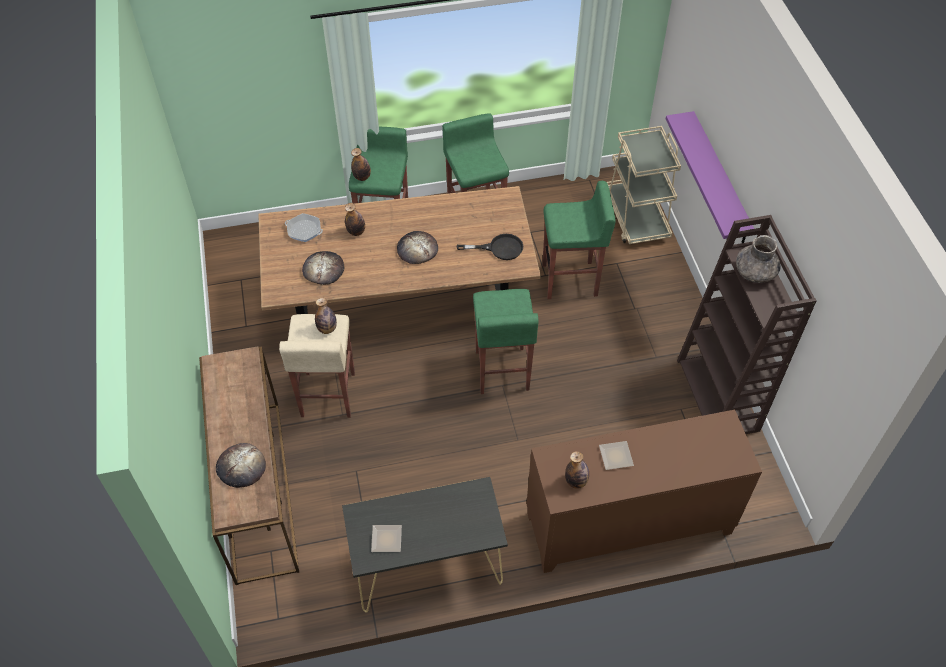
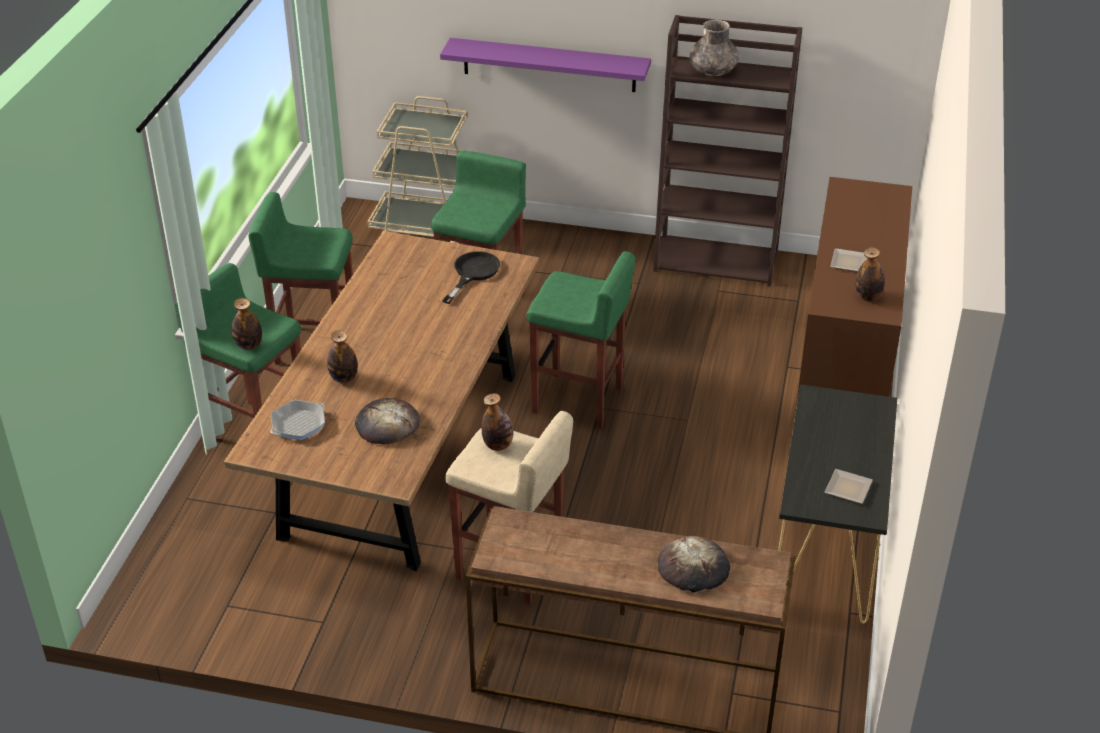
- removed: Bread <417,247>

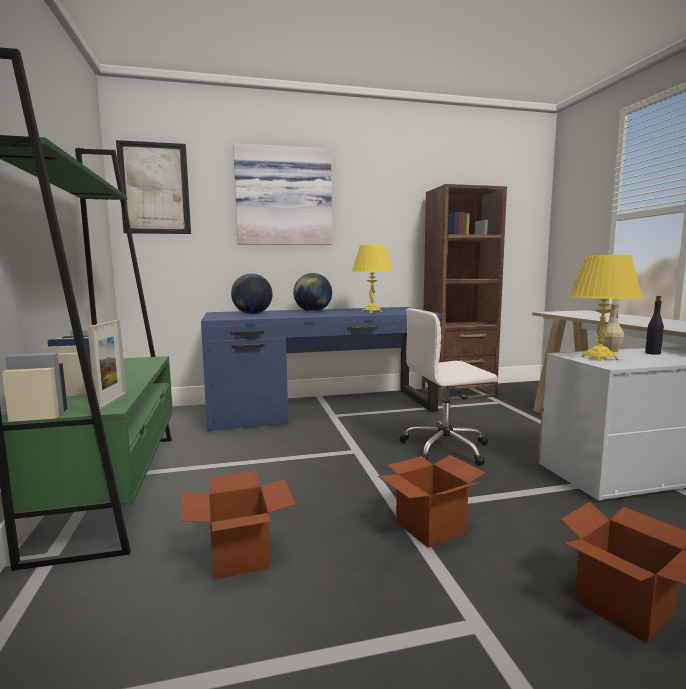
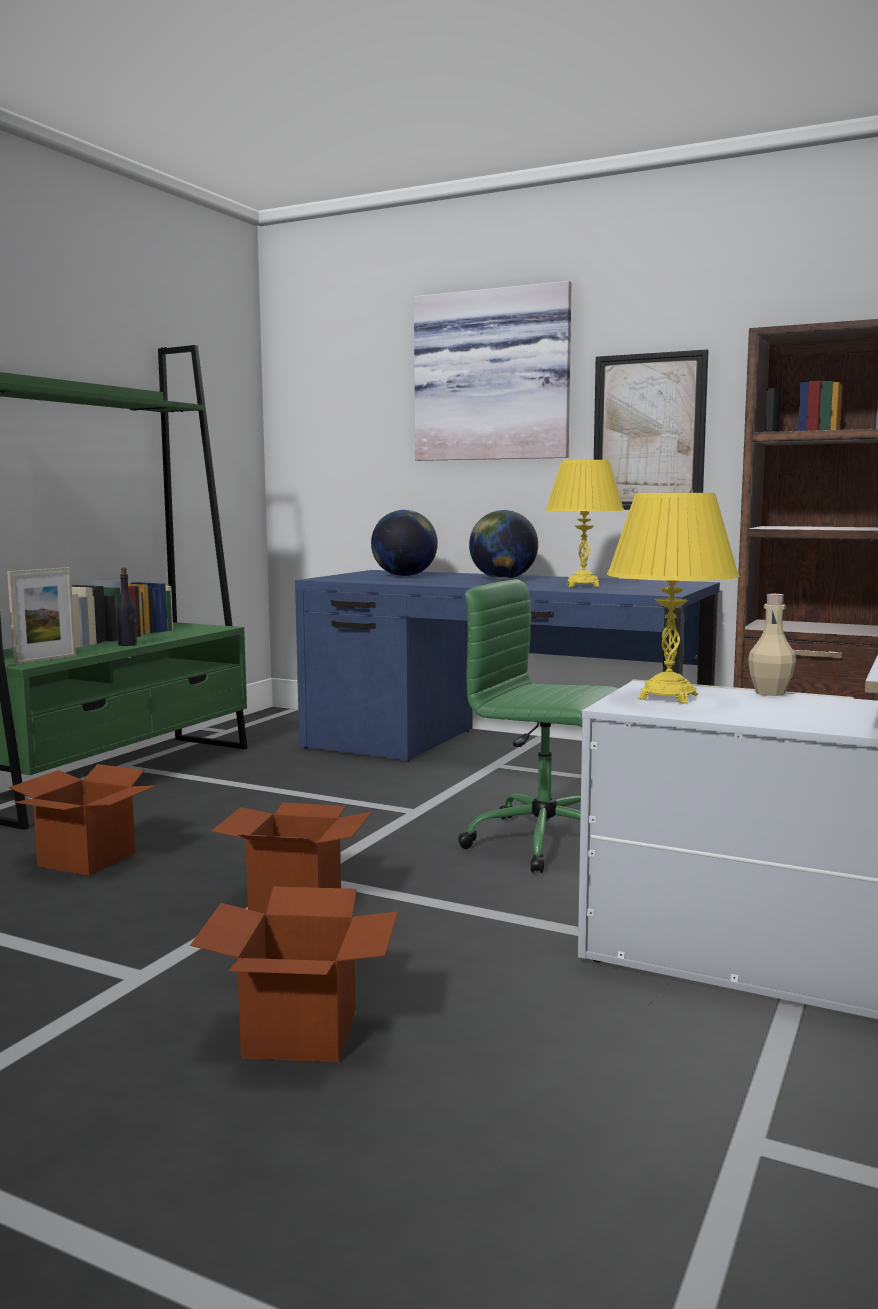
- moved: Picture <153,187> to <651,429>
- moved: BlackBottle <654,325> to <127,606>
- recoloured: WhiteOfficeChair <448,387> to GreenOfficeChair <538,726>

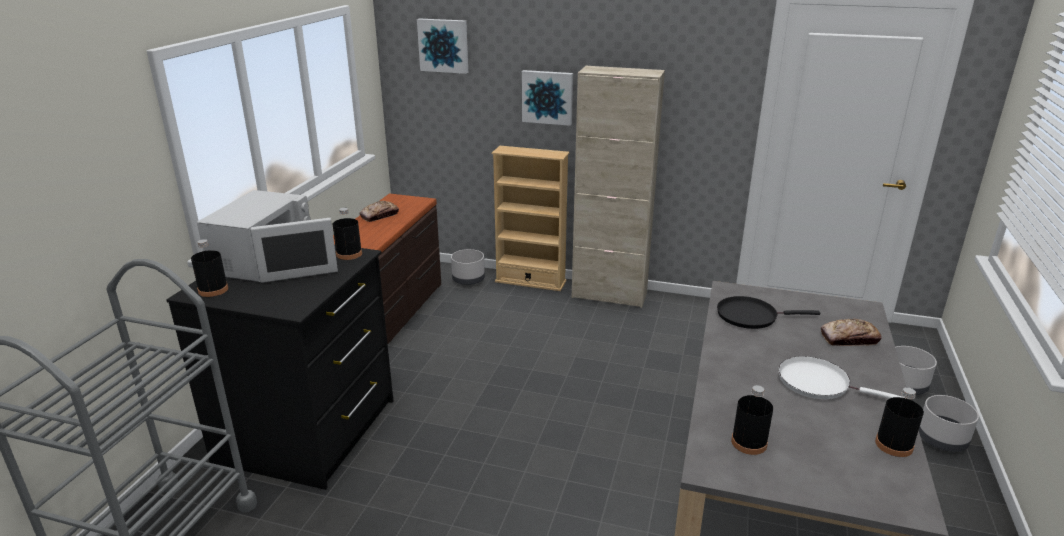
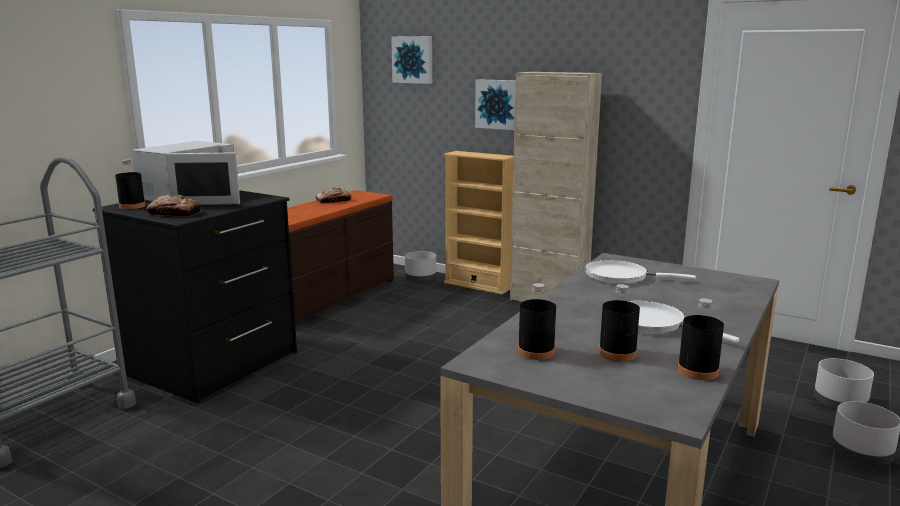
- moved: BlackBottle <347,234> to <619,322>
- recoloured: BlackFryingPan <768,312> to WhiteFryingPan <640,272>
- moved: Bread <851,332> to <174,206>

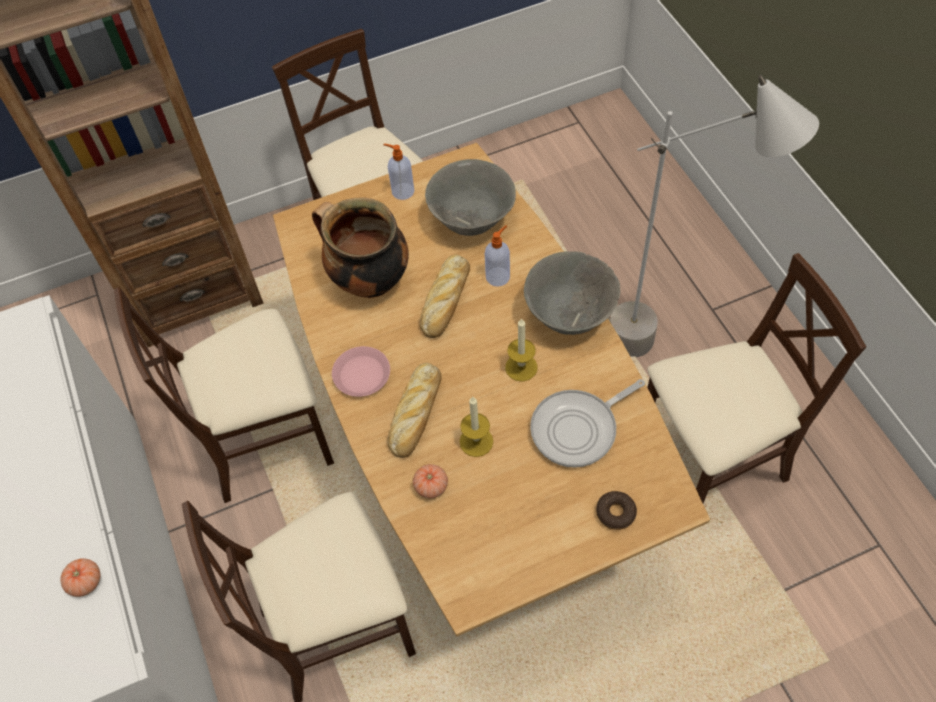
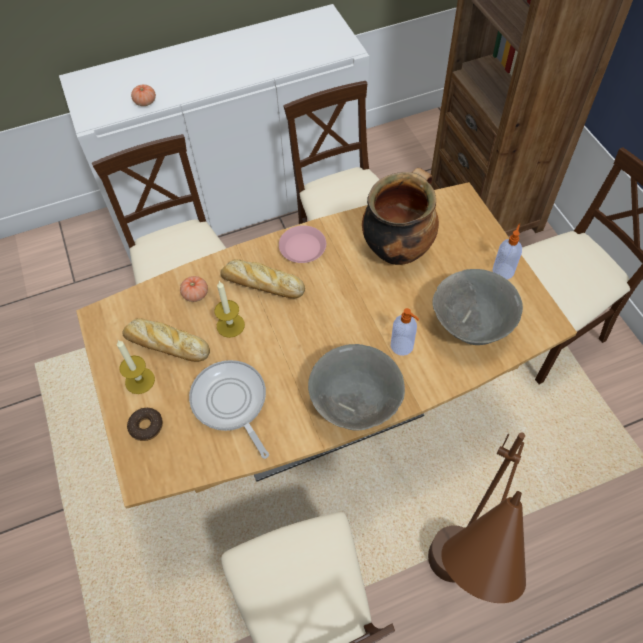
- recoloured: GreyFloorLamp <714,216> to BrownFloorLamp <477,517>
- moved: Bread <445,296> to <166,340>
- moved: Candle <521,350> to <136,367>

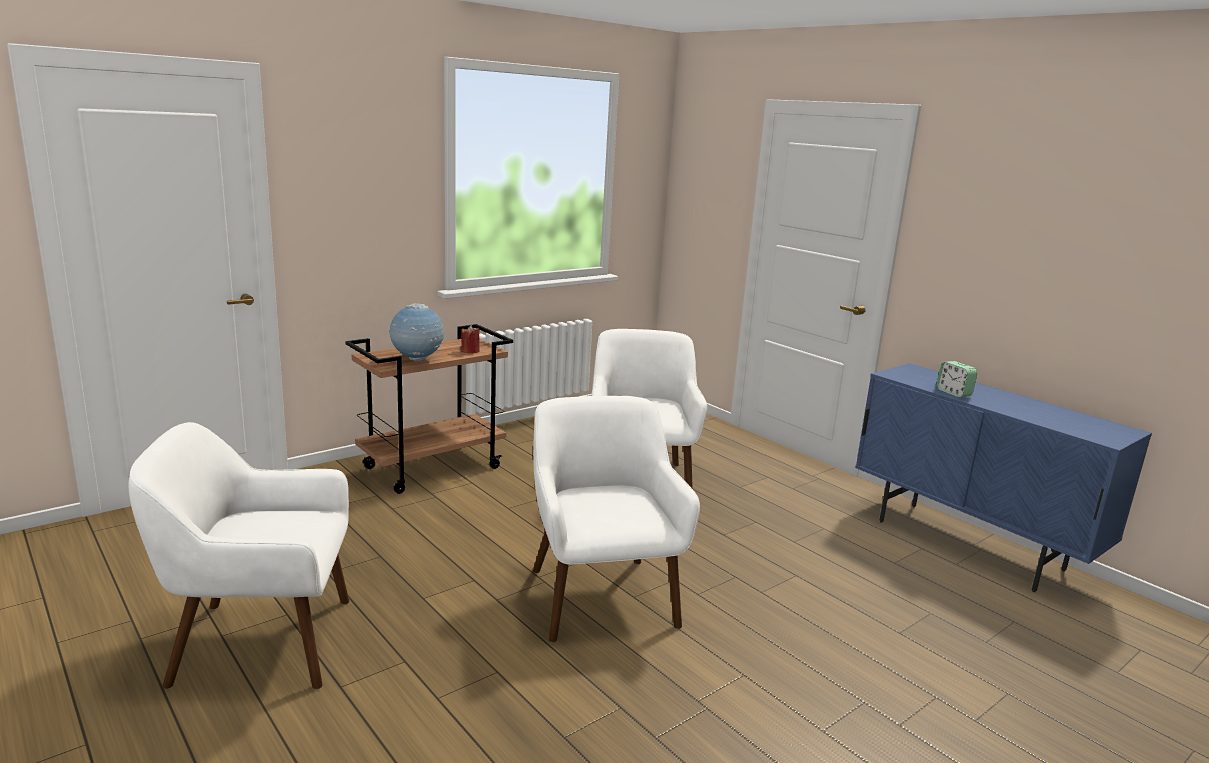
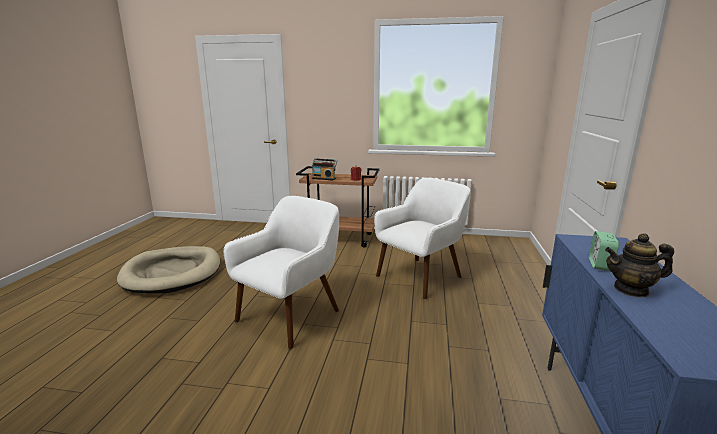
- replaced: Globe <416,332> to Radio <324,169>
- replaced: WhiteArmchair <238,555> to BeigeDogBed <168,269>
- added: Teapot <639,265>

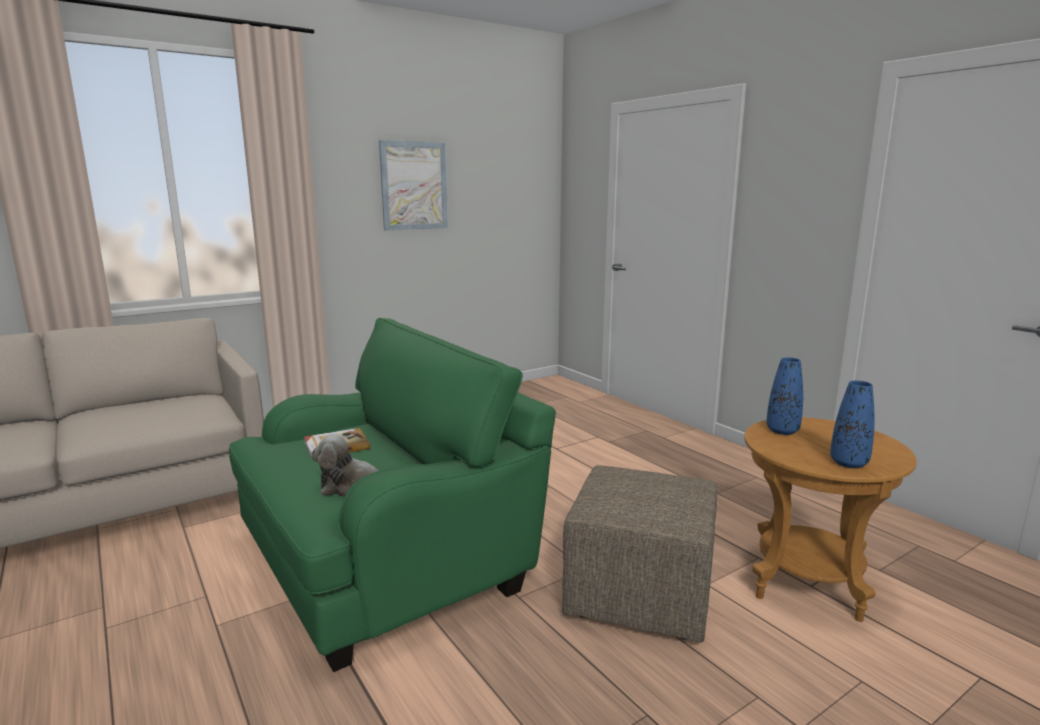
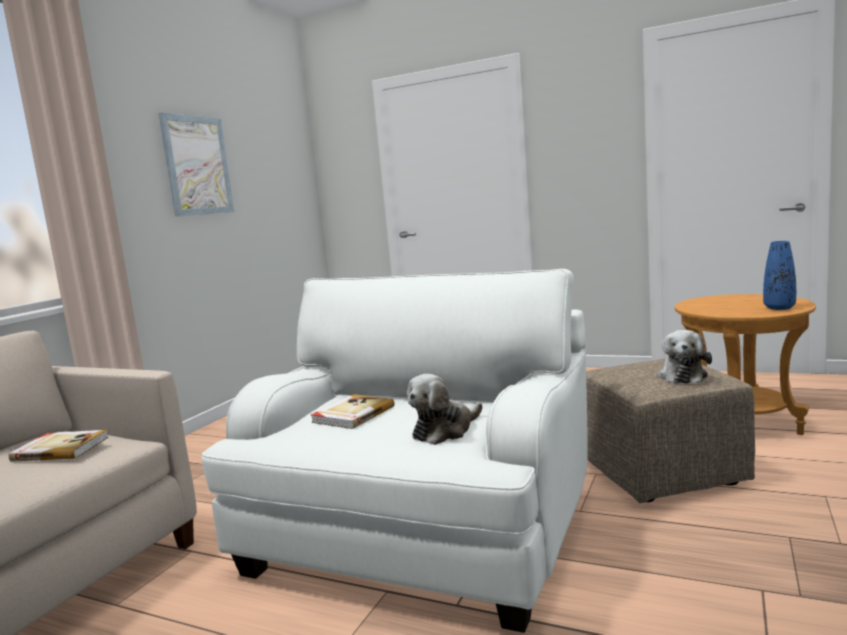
- recoloured: GreenArmchair <392,495> to WhiteArmchair <395,451>
- removed: BlueVase <784,396>
- added: PlushToy <685,357>
- added: Book <58,446>

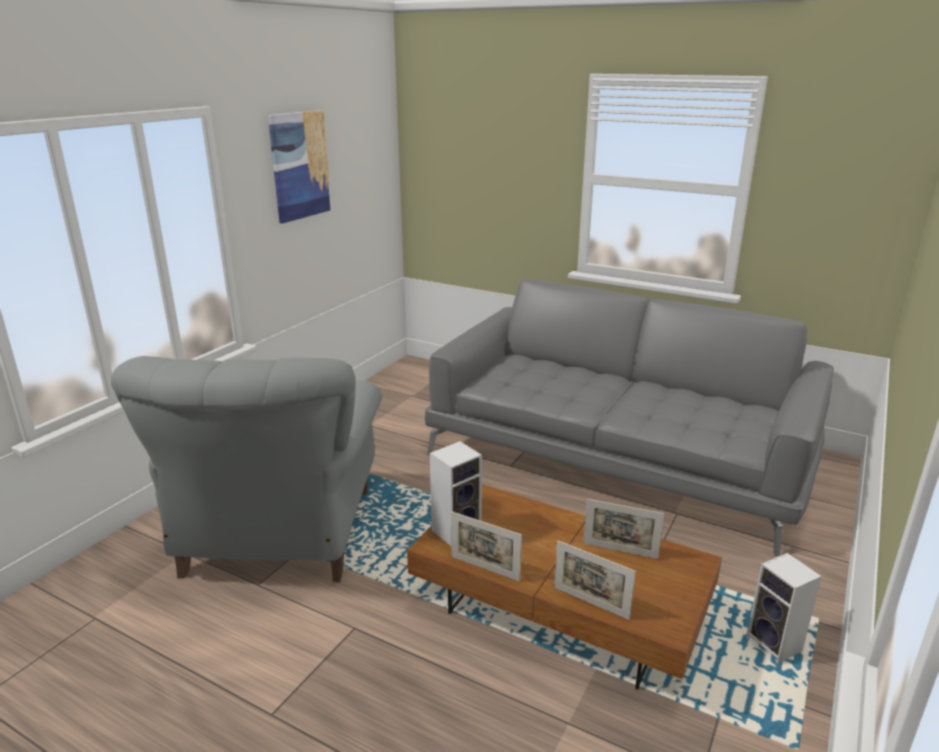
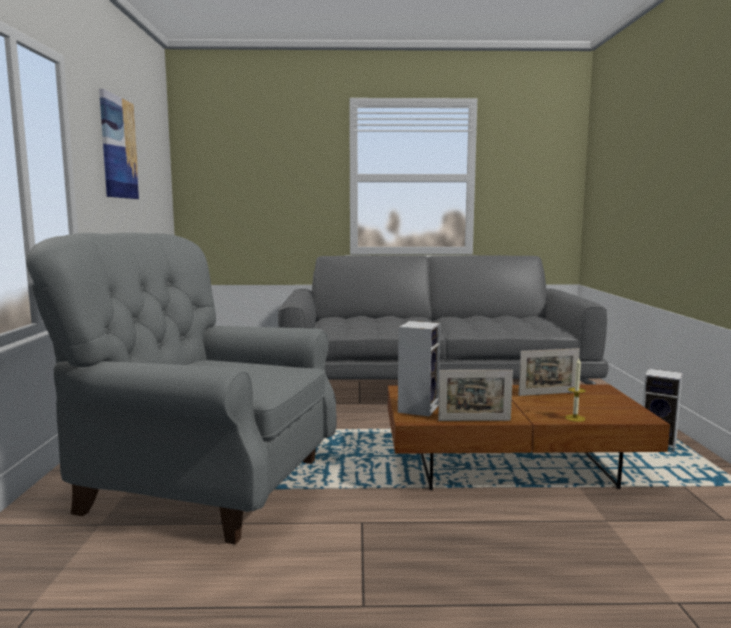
- turned: GreyArmchair <246,469> = <181,388> 135 degrees clockwise
- replaced: PictureFrame <595,580> to Candle <575,390>

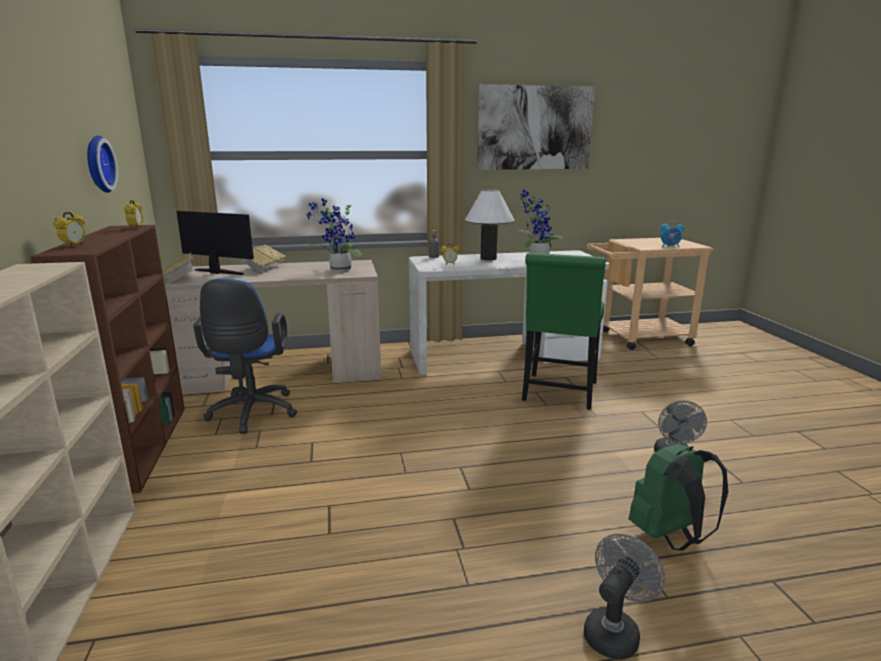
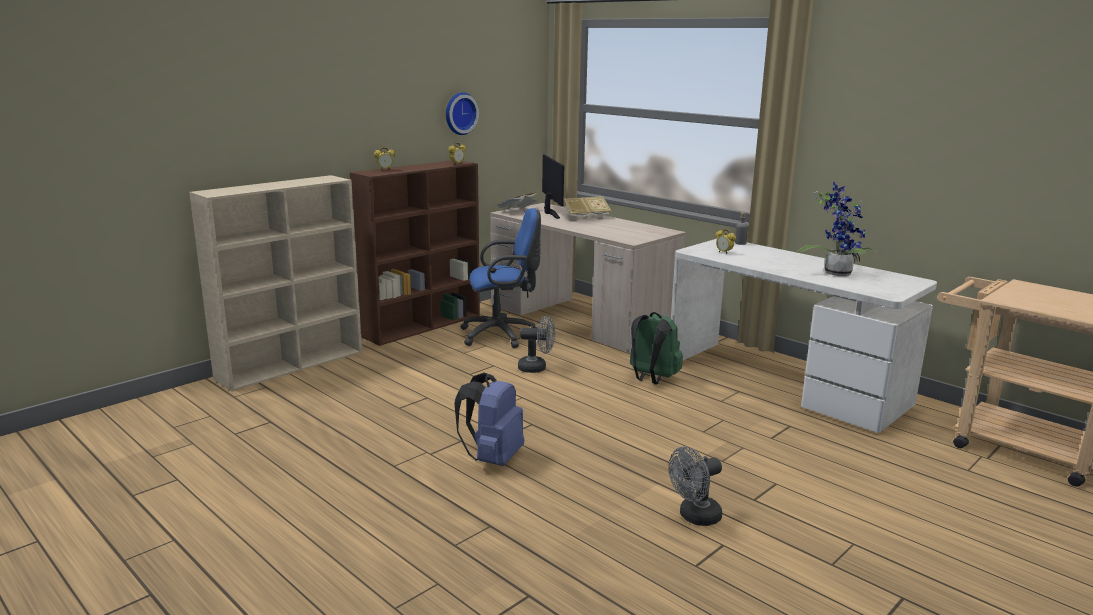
- removed: Picture <536,127>
- removed: WhiteTableLamp <490,224>
- removed: PottedPlant <334,234>
- removed: AlarmClock <672,234>
- removed: GreenChair <564,331>
- turned: BlueOfficeChair <245,356> = <500,278> 150 degrees counterclockwise
- moved: GreenBackpack <678,497> to <656,348>
- moved: GreyFan <624,597> to <536,344>
- added: BlueBackpack <489,419>

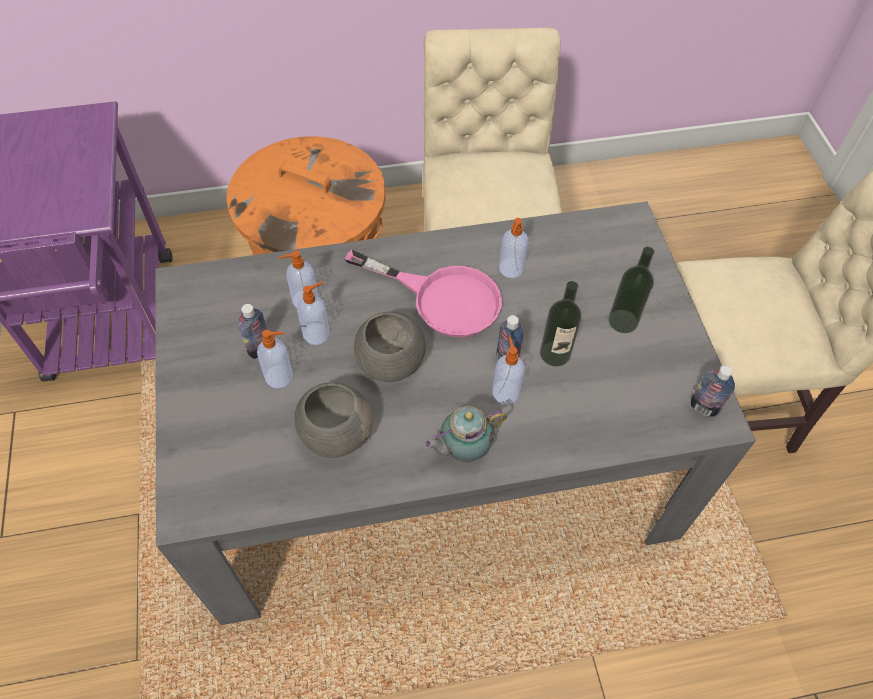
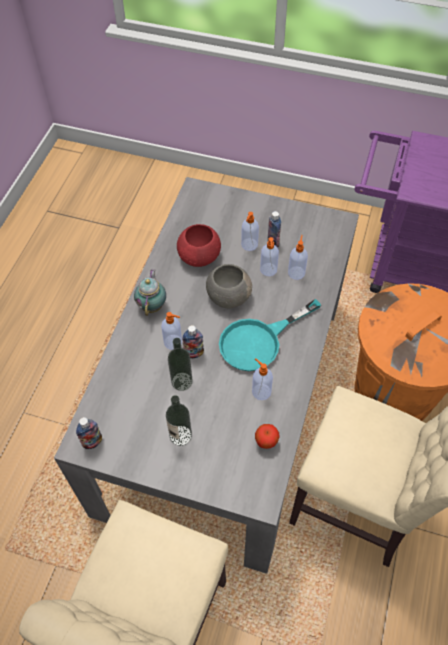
- recoloured: PinkFryingPan <423,293> to TurquoiseFryingPan <270,335>
- recoloured: GreyBowl <333,420> to RedBowl <199,245>
- added: Apple <267,436>

